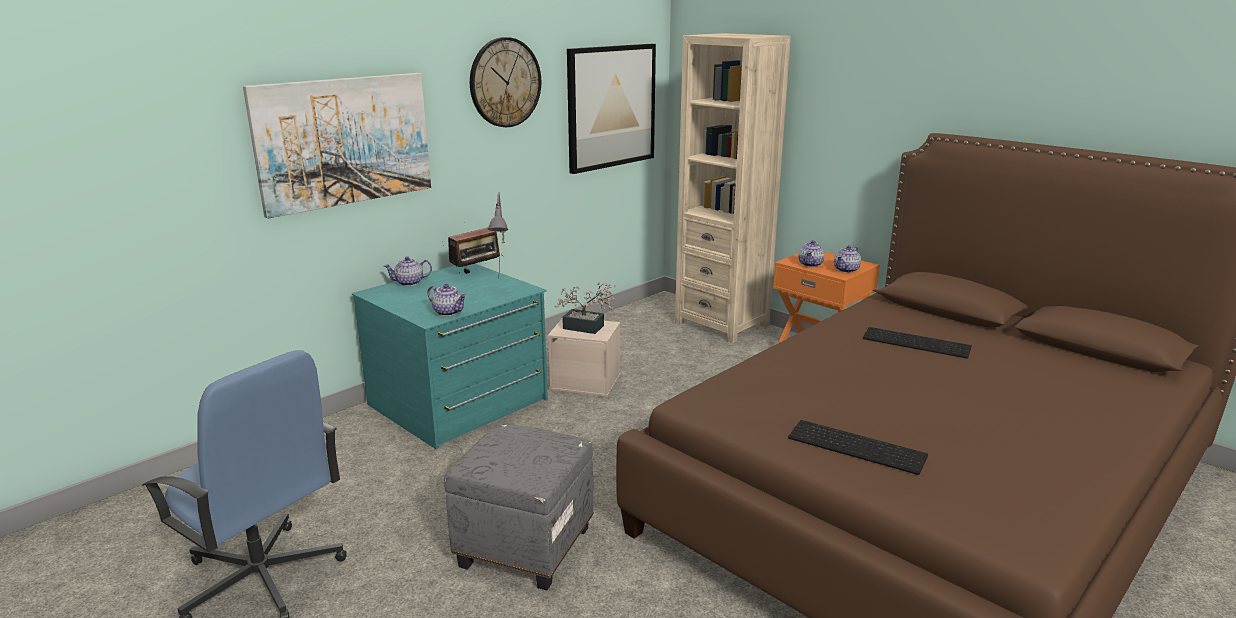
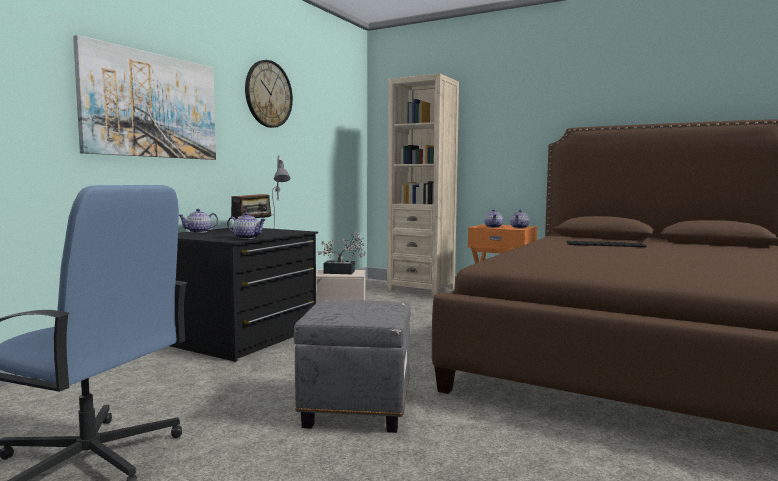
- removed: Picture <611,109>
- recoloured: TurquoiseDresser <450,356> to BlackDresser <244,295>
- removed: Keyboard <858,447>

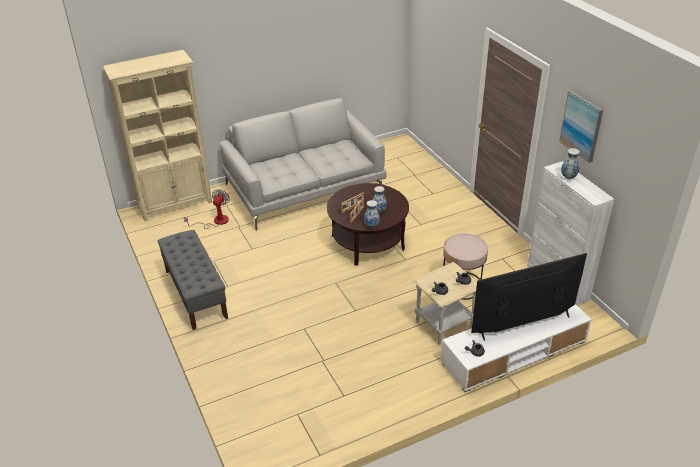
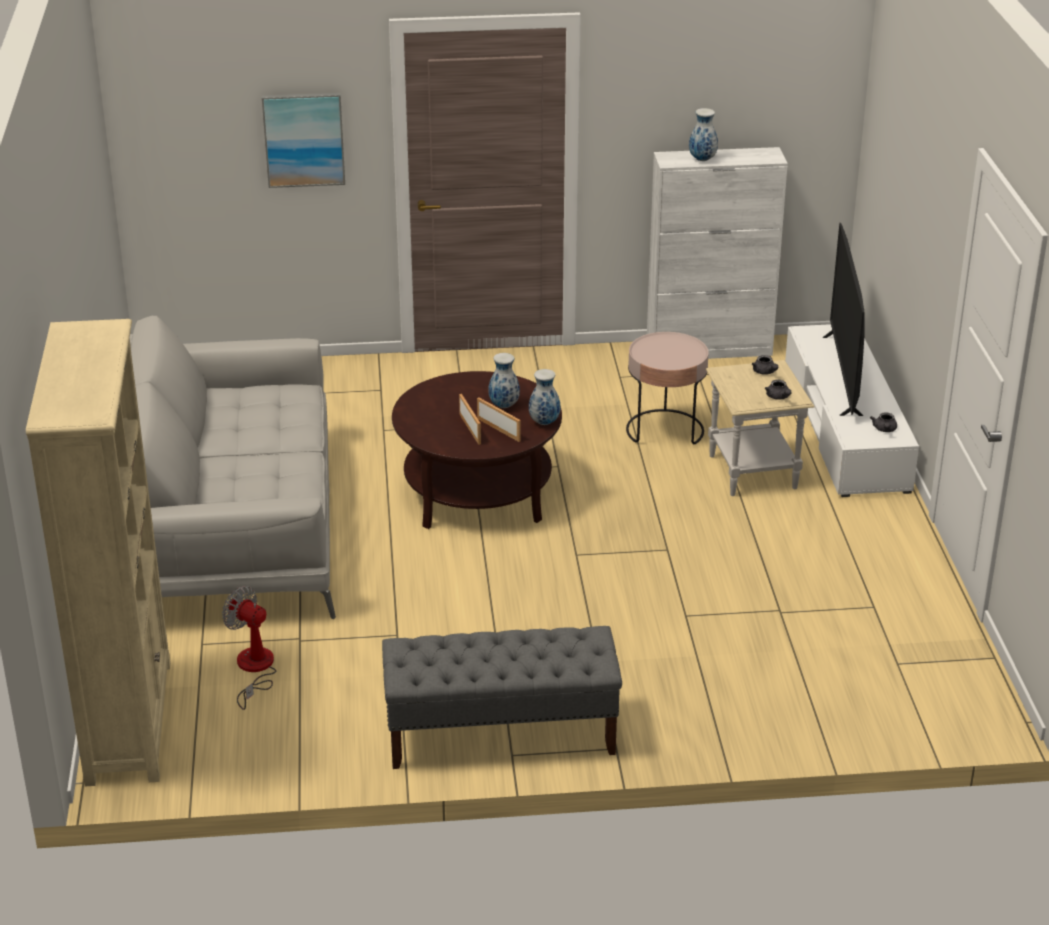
- moved: Picture <581,126> to <303,140>

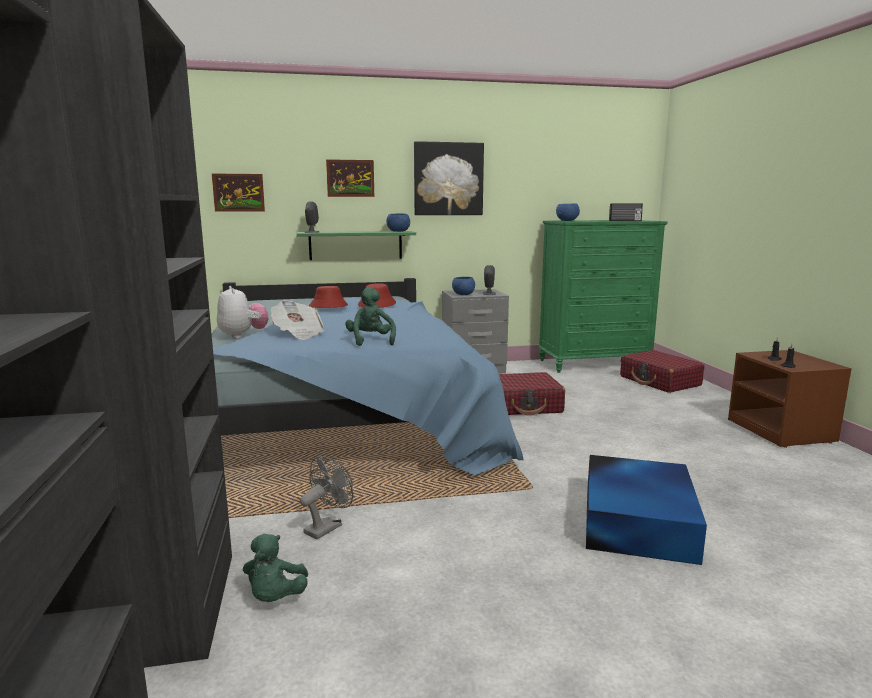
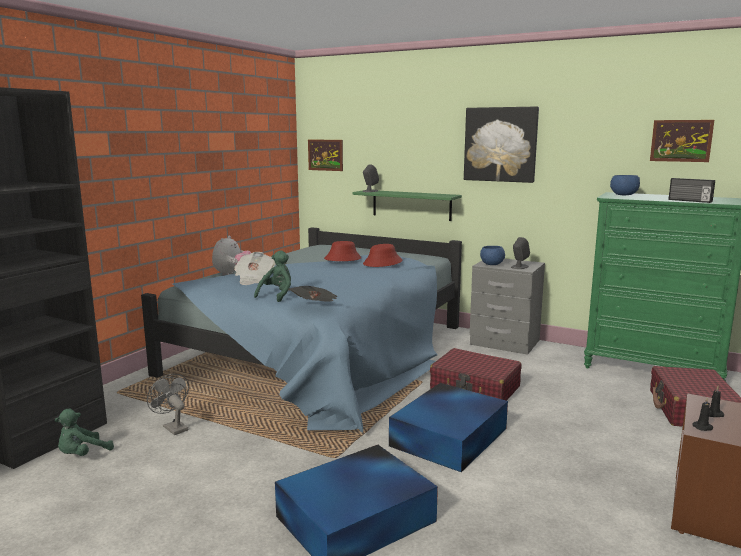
- moved: Picture <350,178> to <682,141>
- removed: BlueBowl <398,222>
- turned: GreyFan <326,497> = <168,404> 120 degrees counterclockwise
- added: Newspaper <312,293>
- added: BlueStorageBox <448,427>

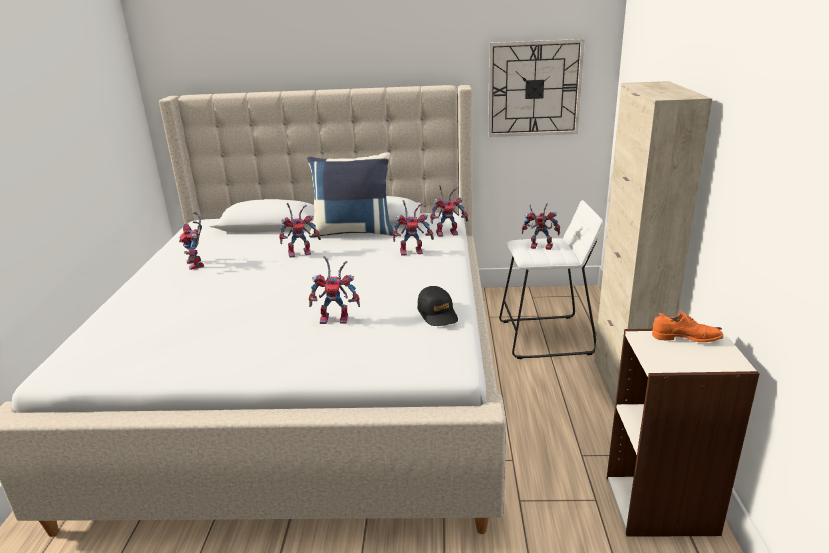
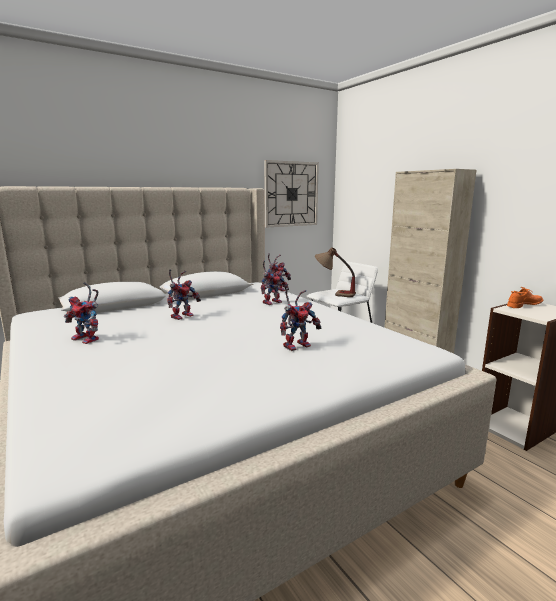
- removed: BluePillow <350,195>
- replaced: ToyRobot <541,226> to TableLamp <335,272>
- removed: BlackCap <437,306>

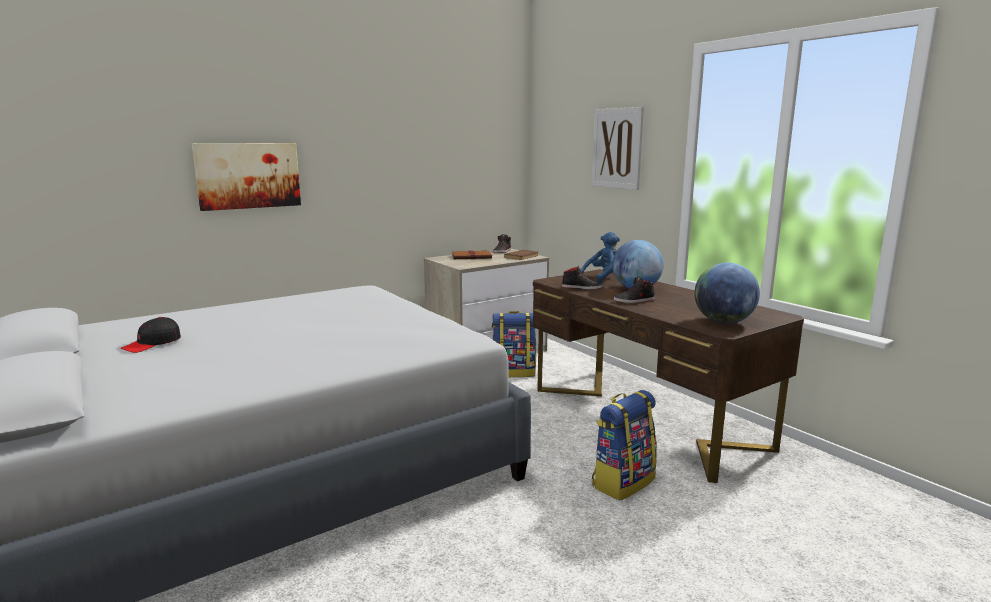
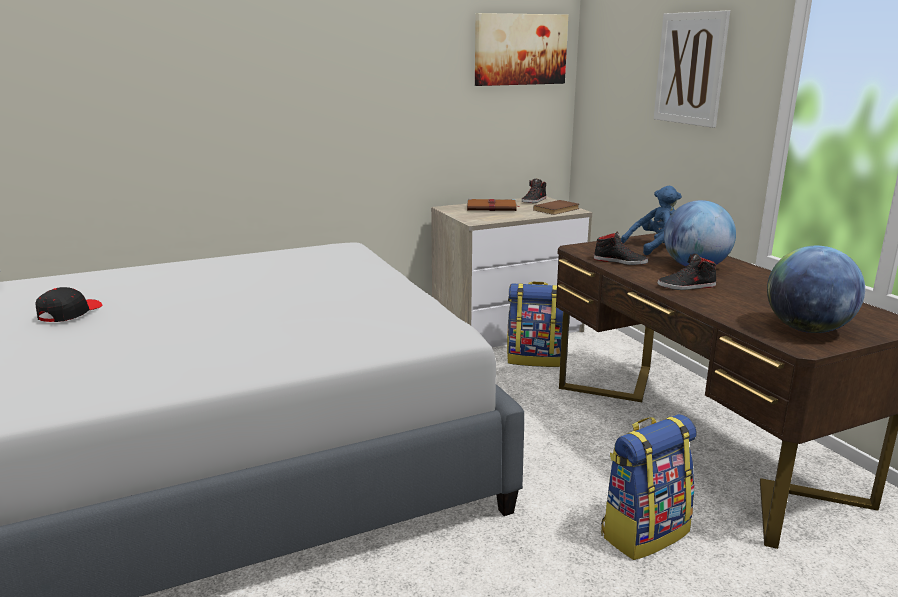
- moved: Picture <246,177> to <521,49>
- turned: BlackCap <151,335> = <68,304> 150 degrees clockwise

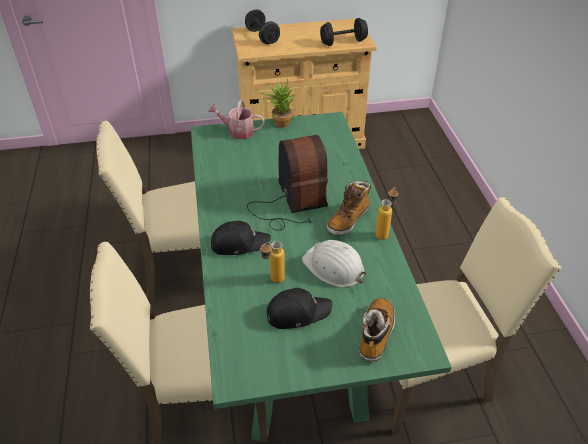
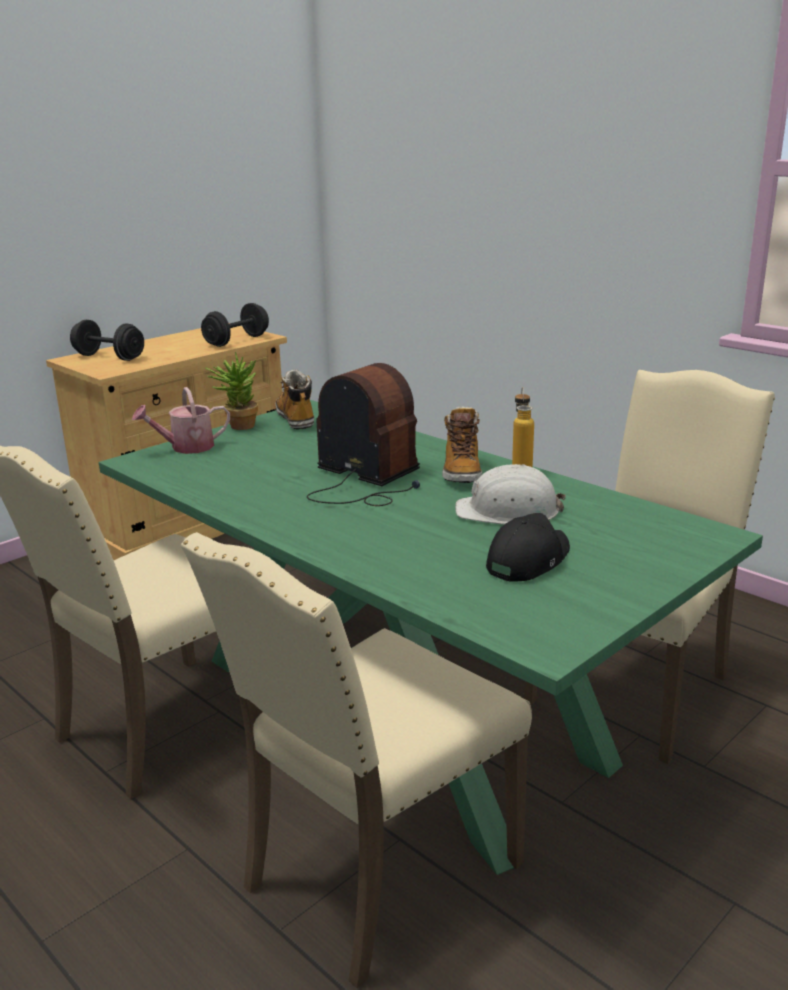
- removed: BlackCap <241,238>
- removed: Bottle <272,262>
- moved: Boot <377,330> to <295,399>

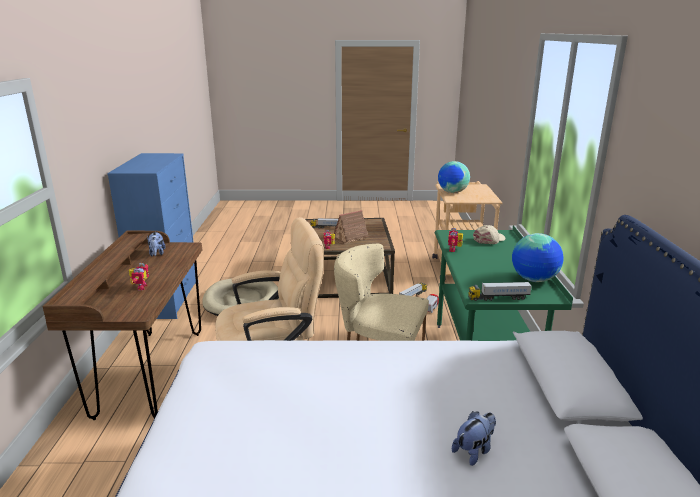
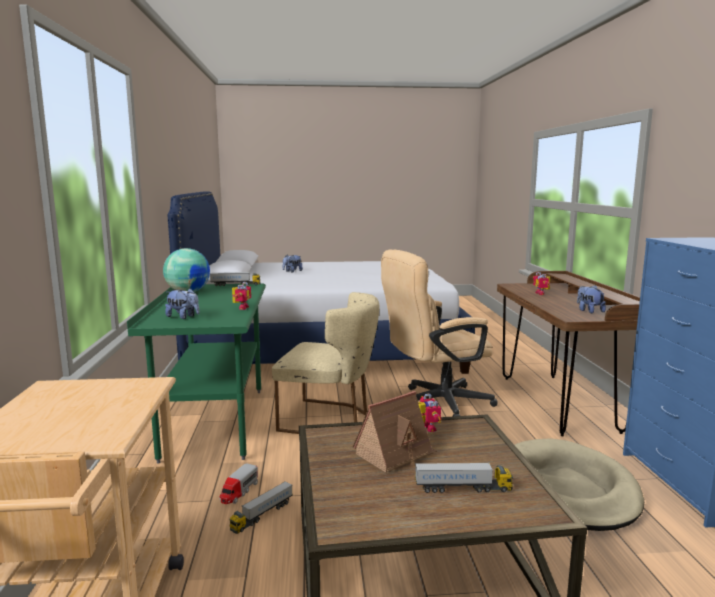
- removed: Globe <454,177>
- replaced: BeigeCap <489,234> to PlushToy <182,303>

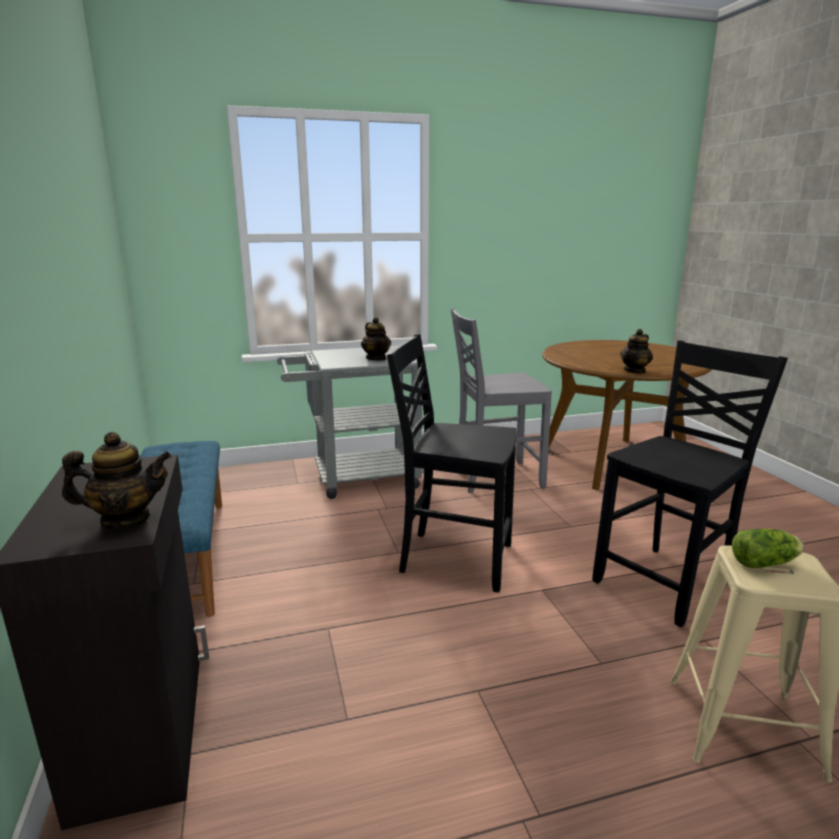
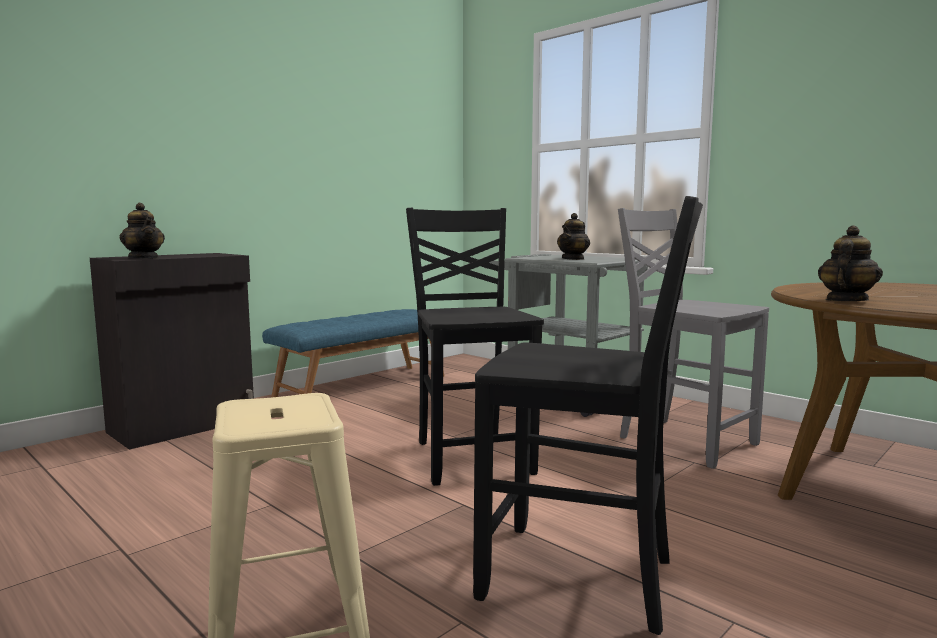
- turned: Teapot <637,351> = <850,263> 120 degrees clockwise
- removed: Lettuce <768,548>

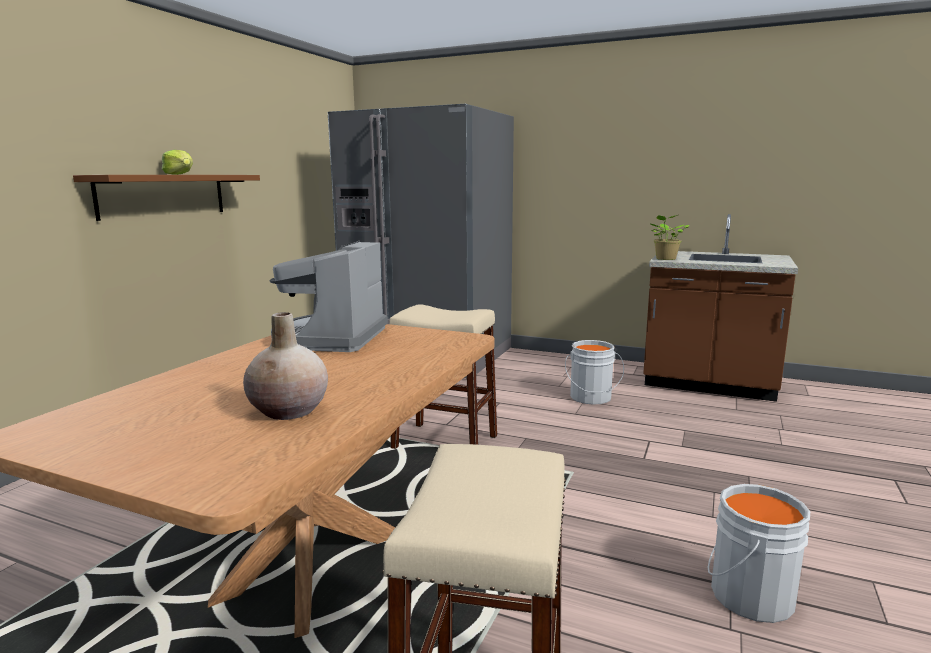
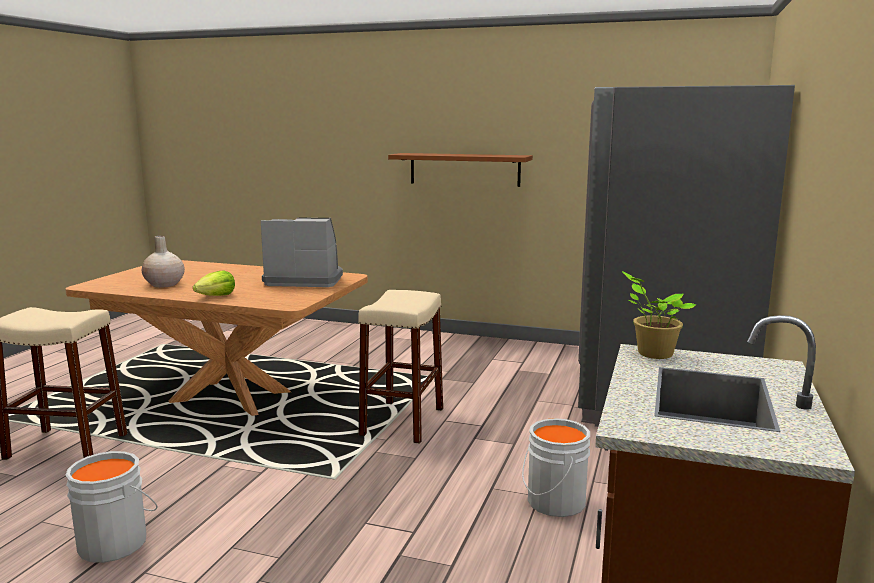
- moved: Lettuce <177,162> to <214,283>

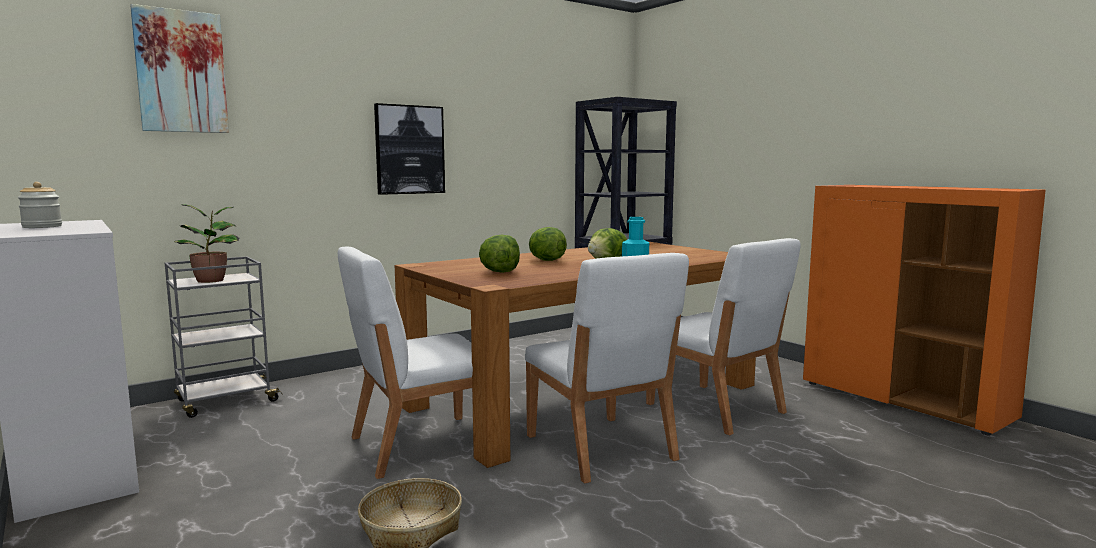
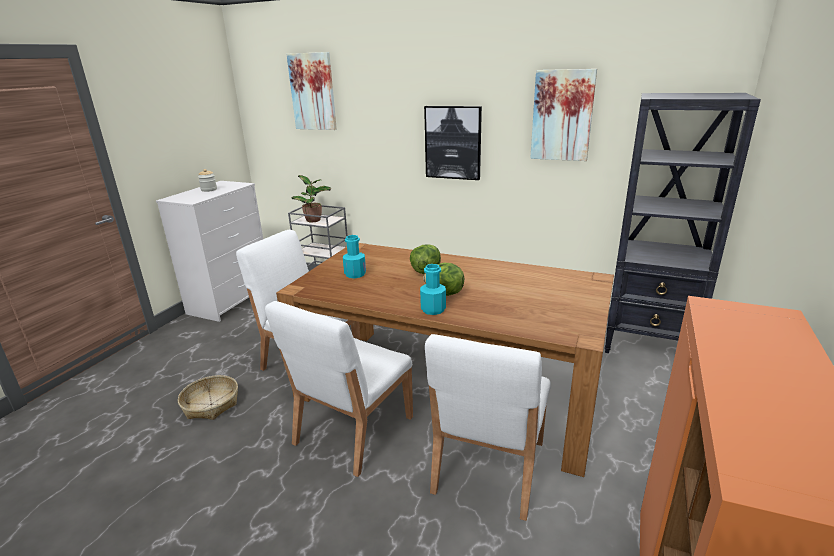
- replaced: Lettuce <499,254> to TurquoiseBottle <354,257>
- added: Picture <563,115>

